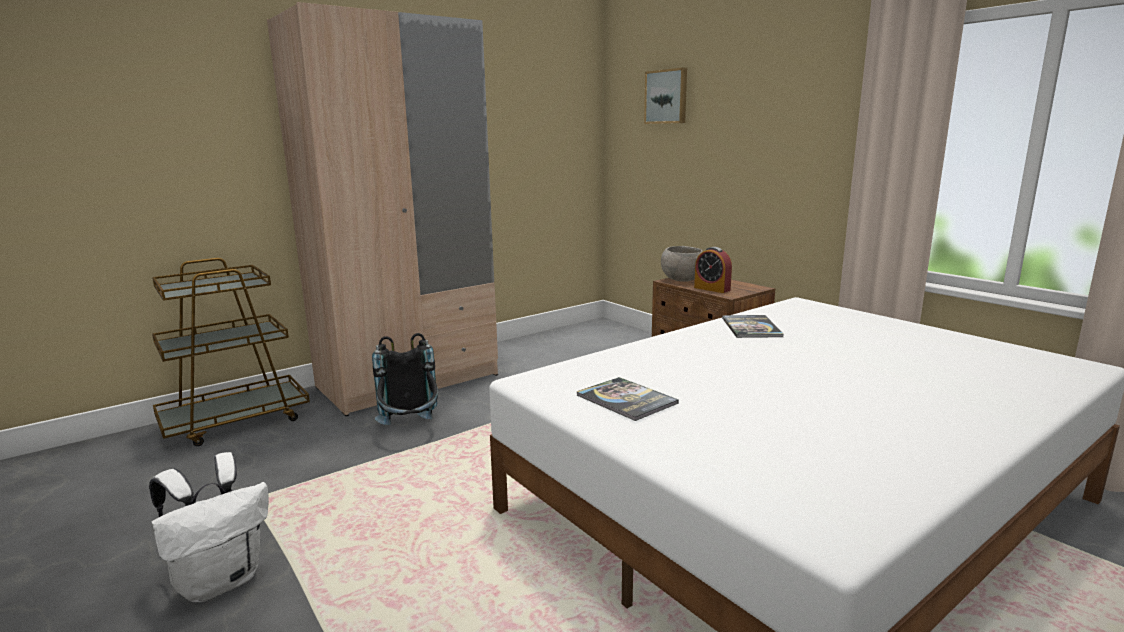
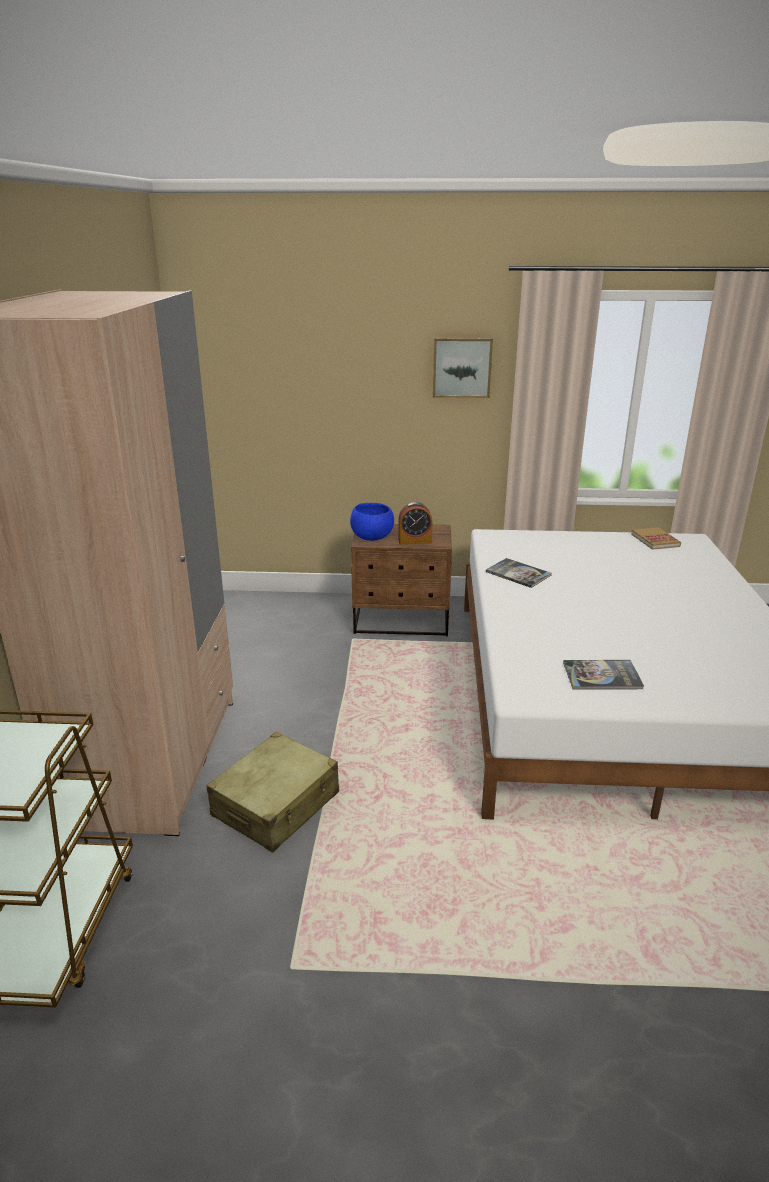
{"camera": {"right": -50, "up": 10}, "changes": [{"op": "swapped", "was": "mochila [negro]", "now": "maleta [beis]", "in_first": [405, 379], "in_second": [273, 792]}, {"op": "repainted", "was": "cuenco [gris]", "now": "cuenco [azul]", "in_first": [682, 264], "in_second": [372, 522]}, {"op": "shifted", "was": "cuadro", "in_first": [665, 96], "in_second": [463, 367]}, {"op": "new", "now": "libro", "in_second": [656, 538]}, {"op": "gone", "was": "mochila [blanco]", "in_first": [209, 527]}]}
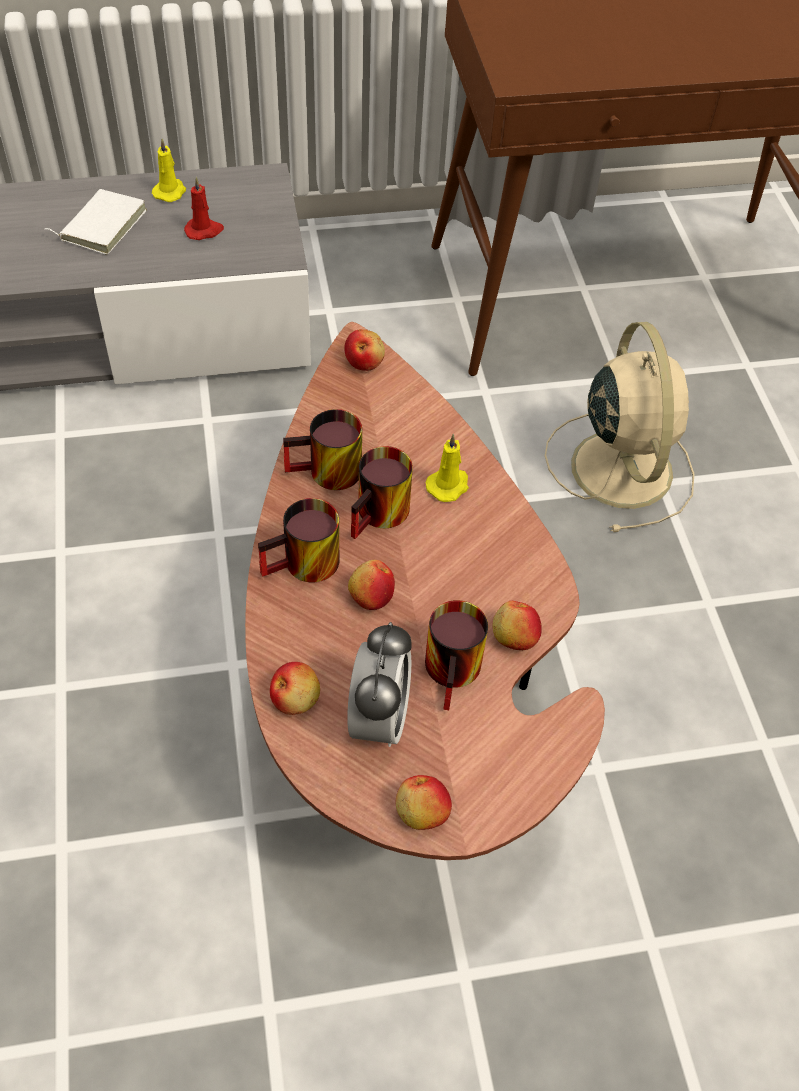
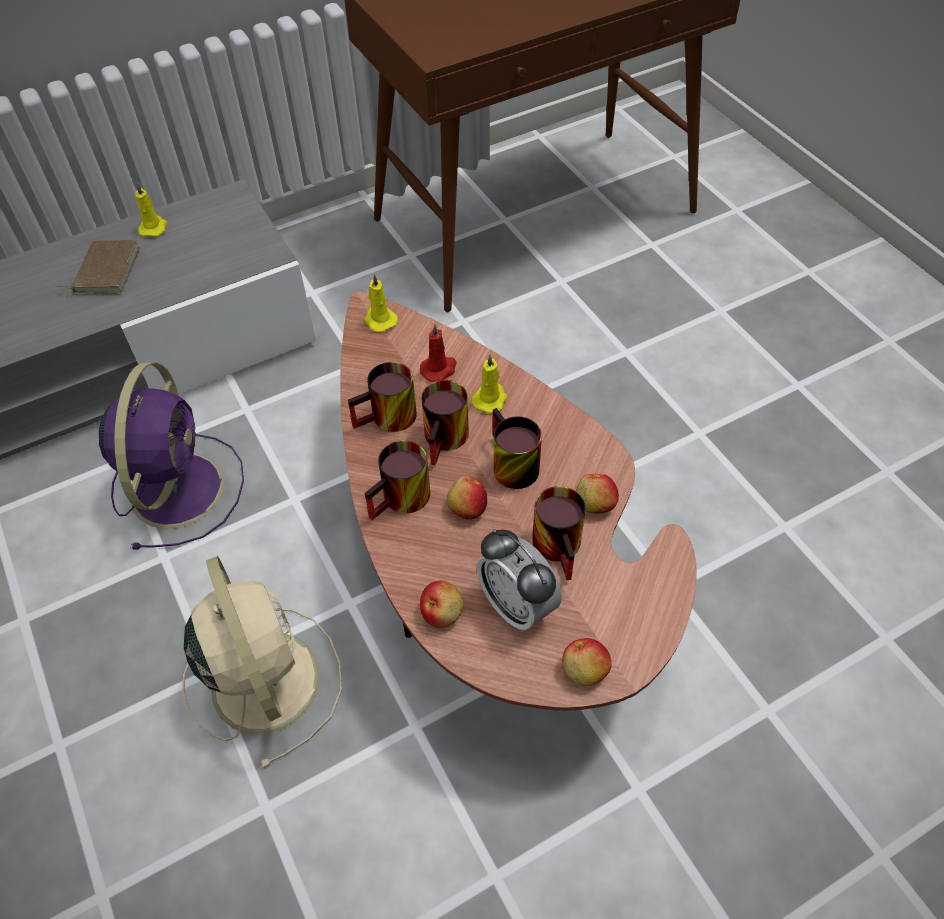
{"camera": {"right": -15, "up": 0}, "changes": [{"op": "repainted", "was": "libro [blanco]", "now": "libro [marrón]", "in_first": [96, 222], "in_second": [98, 267]}, {"op": "new", "now": "ventilador [morado]", "in_second": [171, 456]}, {"op": "shifted", "was": "ventilador [beis]", "in_first": [619, 427], "in_second": [262, 662]}, {"op": "swapped", "was": "manzana", "now": "vela [amarillo]", "in_first": [364, 350], "in_second": [381, 303]}, {"op": "shifted", "was": "vela [rojo]", "in_first": [204, 208], "in_second": [438, 353]}, {"op": "rotated", "was": "despertador", "in_first": [379, 684], "in_second": [519, 580], "clockwise": 150}, {"op": "new", "now": "taza grande", "in_second": [517, 448]}]}
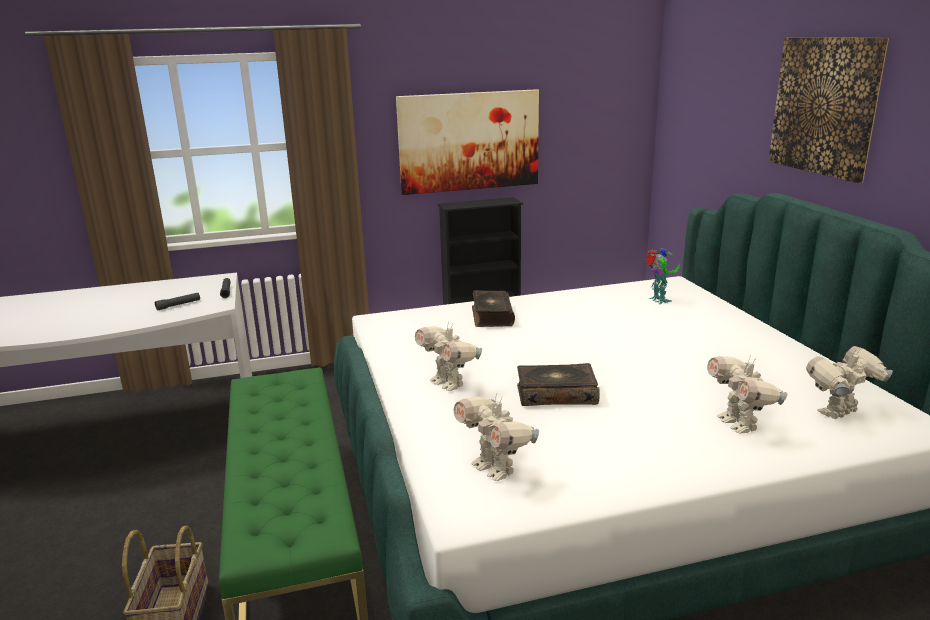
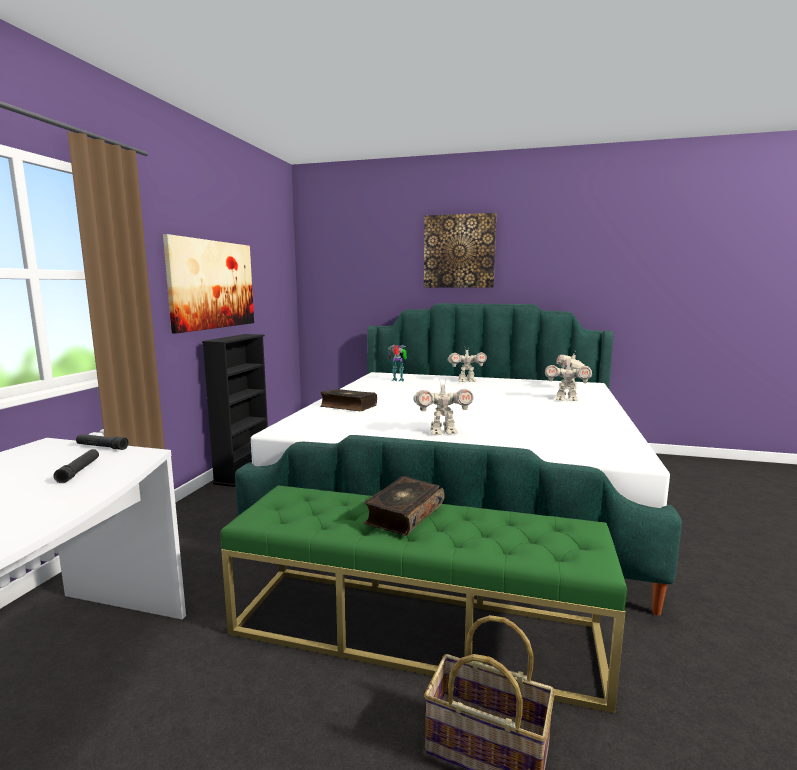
{"camera": {"right": -60, "up": -10}, "changes": [{"op": "shifted", "was": "libro", "in_first": [558, 384], "in_second": [404, 506]}, {"op": "shifted", "was": "robot de juguete", "in_first": [496, 437], "in_second": [467, 364]}]}
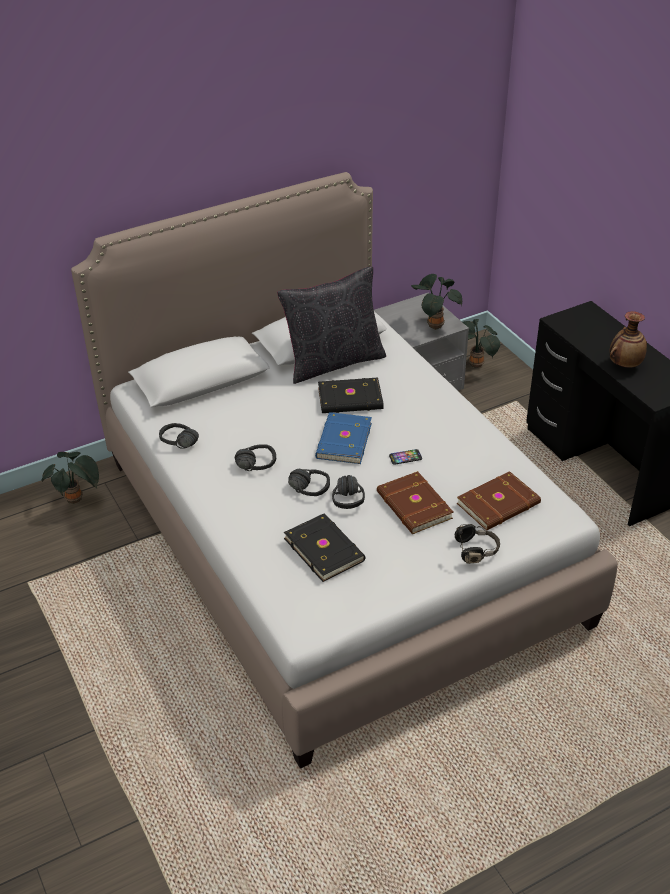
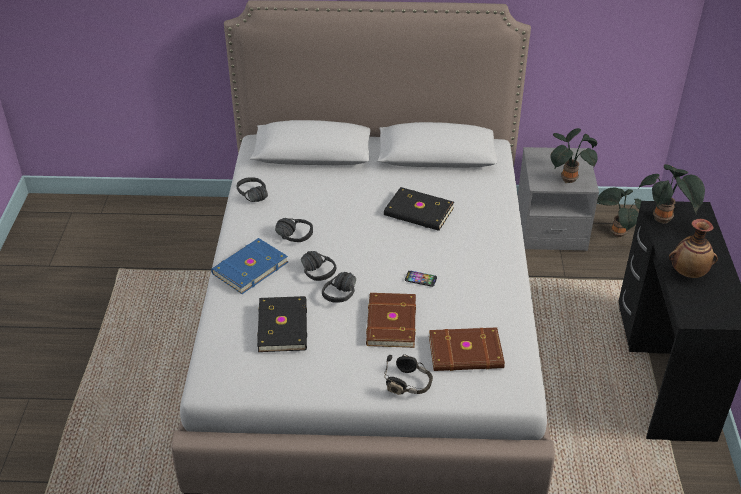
{"camera": {"right": 30, "up": 0}, "changes": [{"op": "shifted", "was": "libro [azul]", "in_first": [343, 438], "in_second": [249, 266]}, {"op": "shifted", "was": "planta en maceta", "in_first": [70, 478], "in_second": [672, 193]}, {"op": "gone", "was": "cojín [negro]", "in_first": [331, 325]}]}
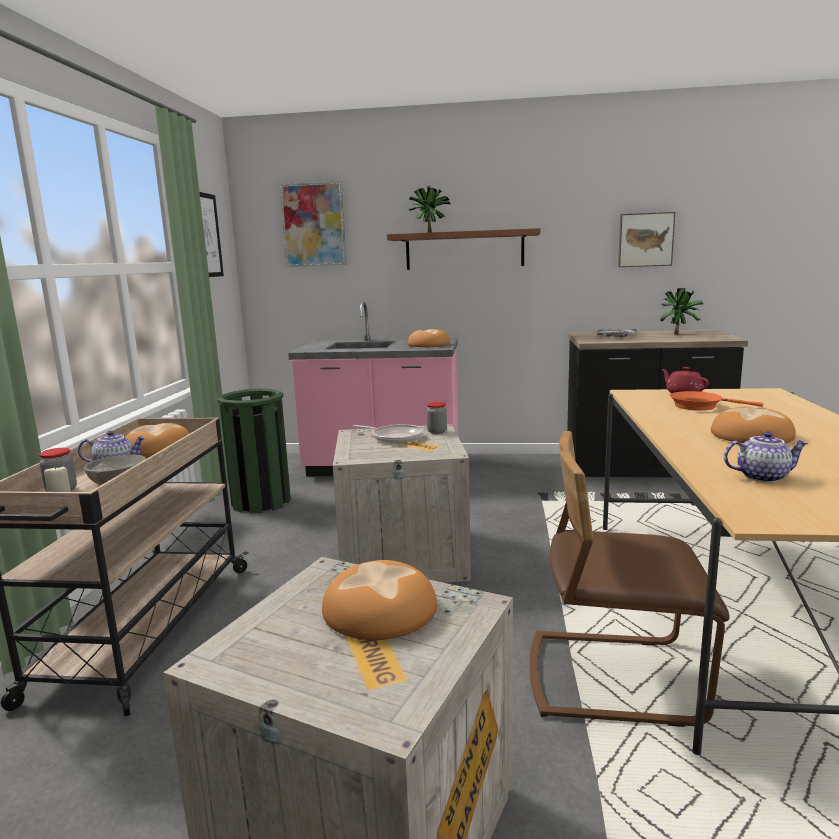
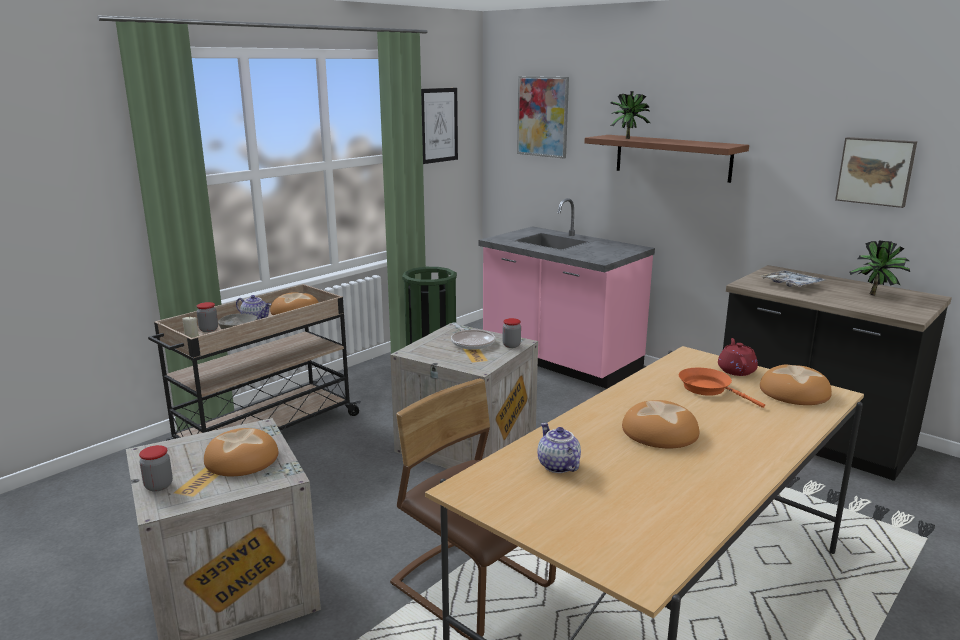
{"camera": {"right": 35, "up": 5}, "changes": [{"op": "new", "now": "tarro", "in_second": [156, 468]}, {"op": "rotated", "was": "tetera", "in_first": [766, 457], "in_second": [559, 448], "clockwise": -150}, {"op": "shifted", "was": "pan", "in_first": [429, 338], "in_second": [796, 385]}]}
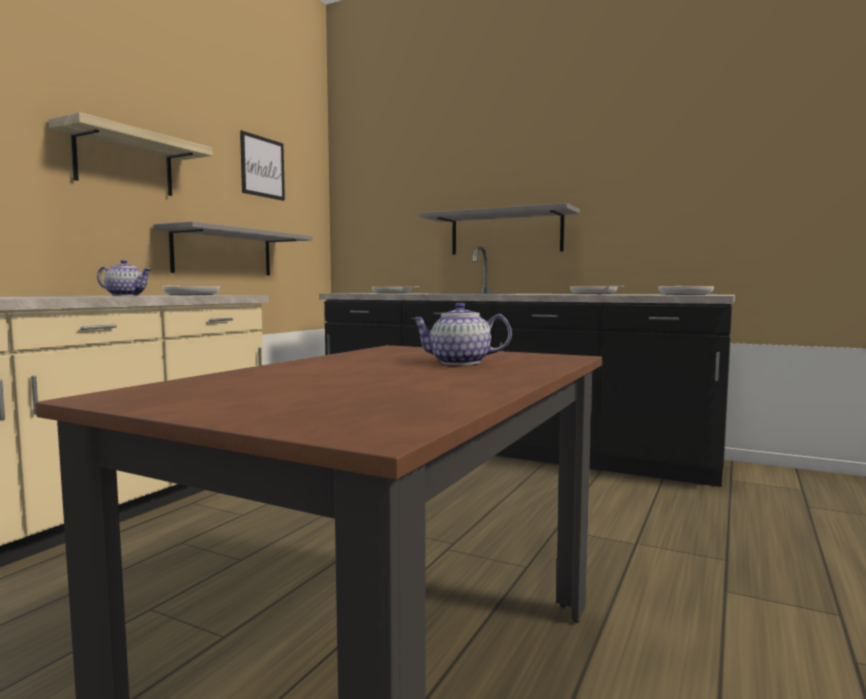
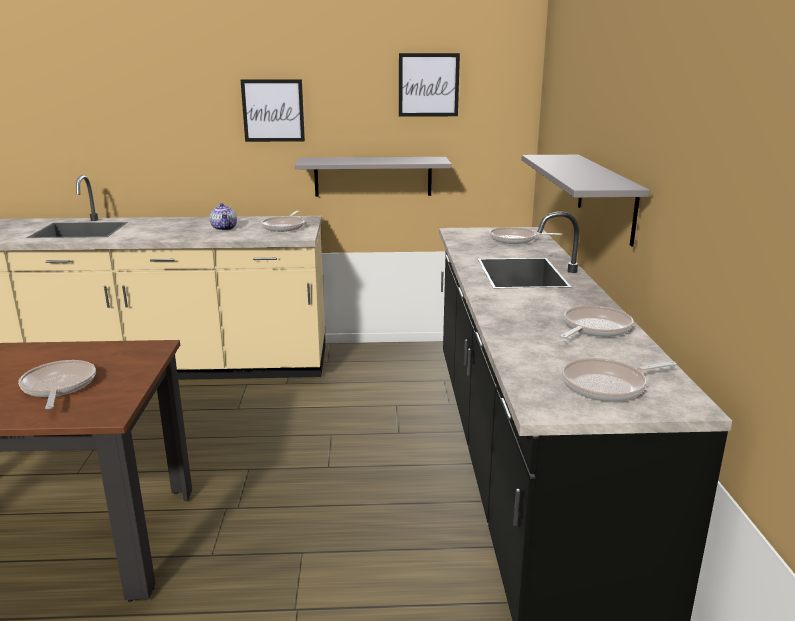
{"camera": {"right": 60, "up": 15}, "changes": [{"op": "swapped", "was": "tetera", "now": "sartén", "in_first": [461, 334], "in_second": [57, 384]}, {"op": "swapped", "was": "estante", "now": "cuadro", "in_first": [131, 154], "in_second": [273, 110]}]}
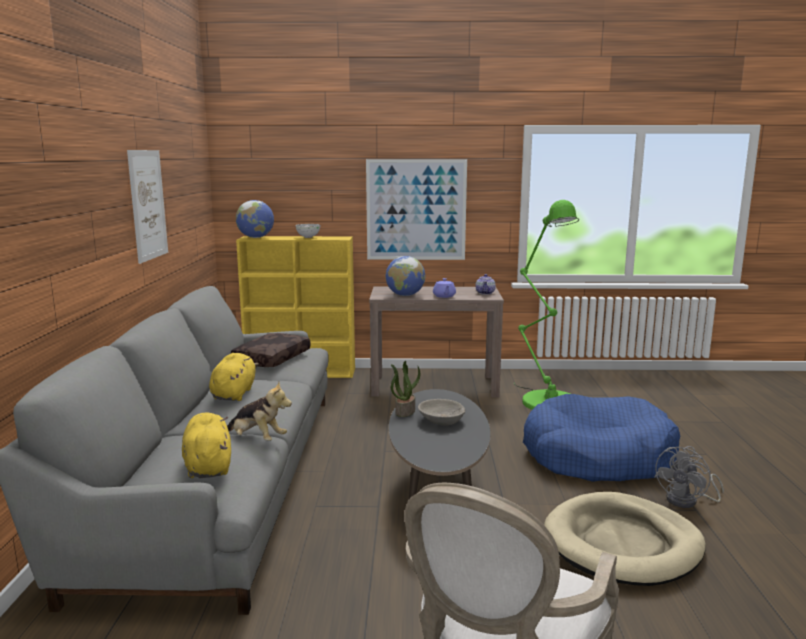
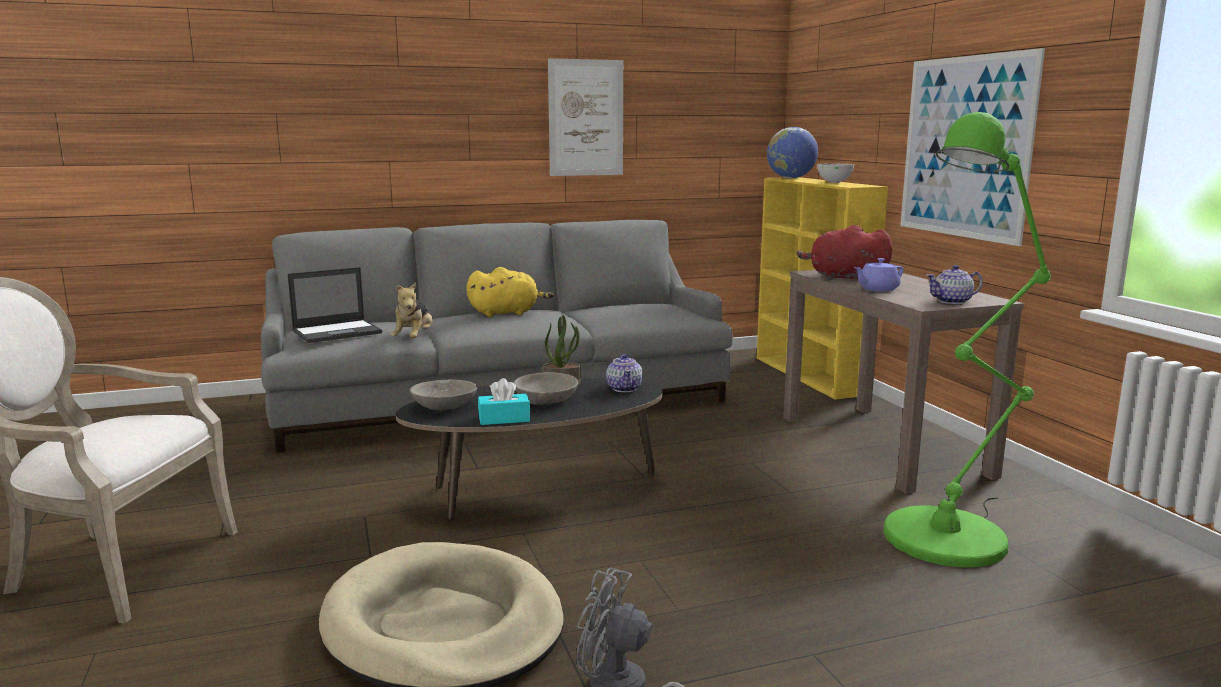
{"camera": {"right": 70, "up": 0}, "changes": [{"op": "swapped", "was": "peluche [amarillo]", "now": "portátil", "in_first": [206, 445], "in_second": [335, 305]}, {"op": "new", "now": "cuenco [gris]", "in_second": [443, 394]}, {"op": "new", "now": "caja de pañuelos [turquesa]", "in_second": [504, 401]}, {"op": "new", "now": "tetera", "in_second": [624, 373]}, {"op": "swapped", "was": "globo terráqueo", "now": "peluche [rojo]", "in_first": [405, 276], "in_second": [844, 252]}, {"op": "gone", "was": "cojín [marrón]", "in_first": [271, 350]}, {"op": "gone", "was": "cama para perro [azul]", "in_first": [601, 438]}]}
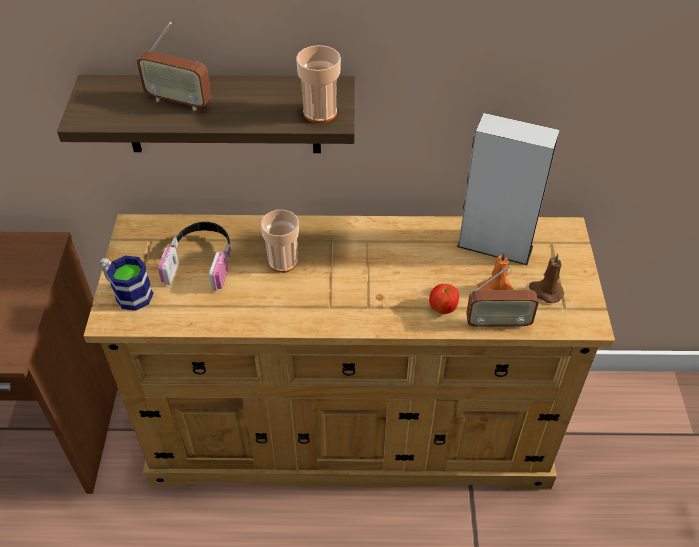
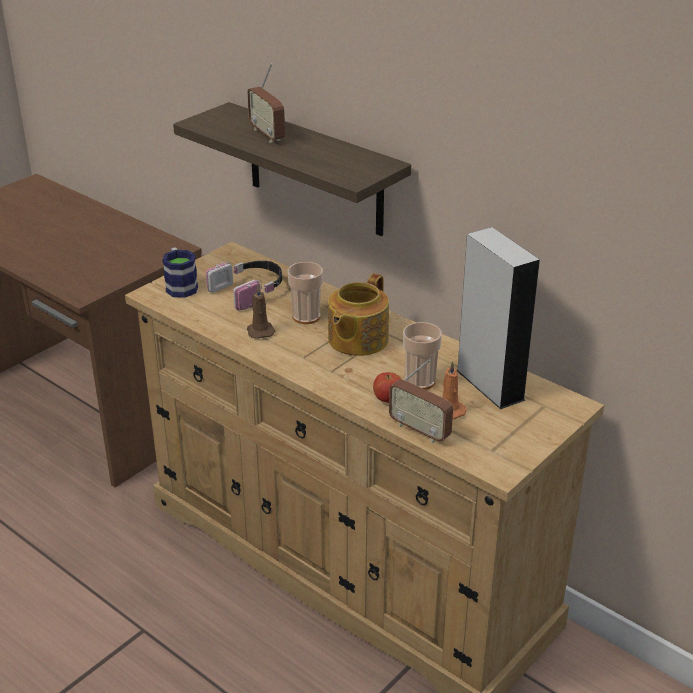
{"camera": {"right": 40, "up": -15}, "changes": [{"op": "shifted", "was": "vela [marrón]", "in_first": [546, 278], "in_second": [261, 312]}, {"op": "new", "now": "tetera", "in_second": [358, 314]}, {"op": "shifted", "was": "taza", "in_first": [318, 84], "in_second": [422, 356]}]}
